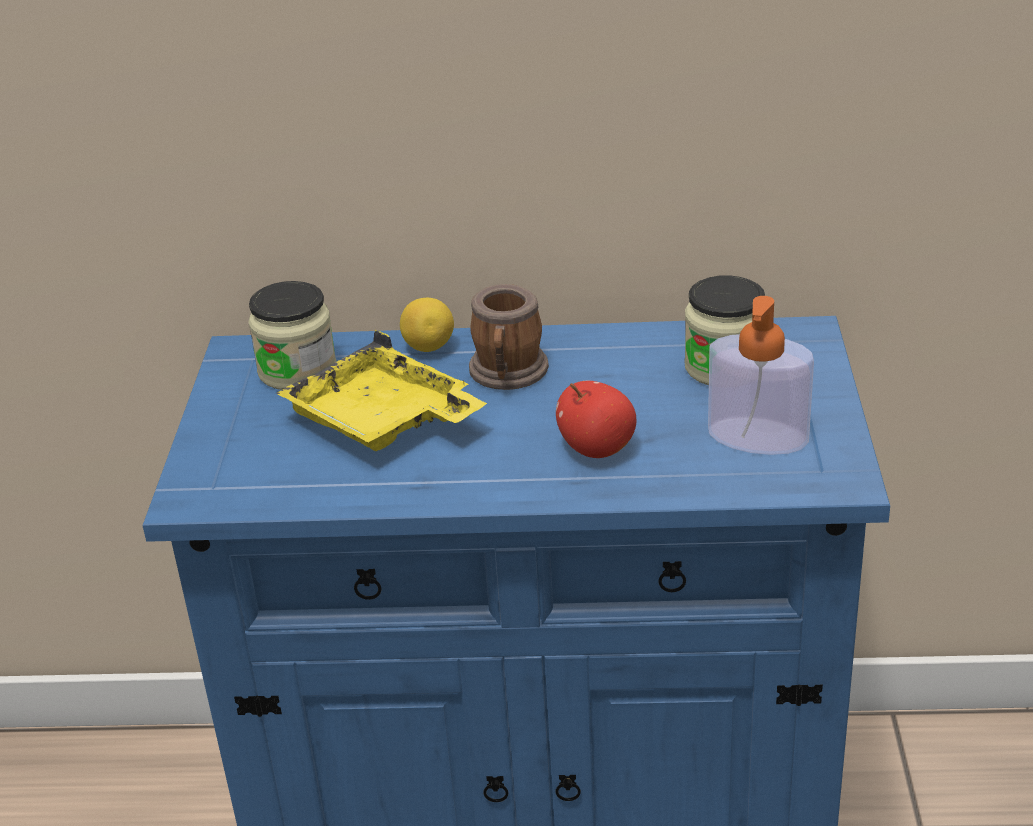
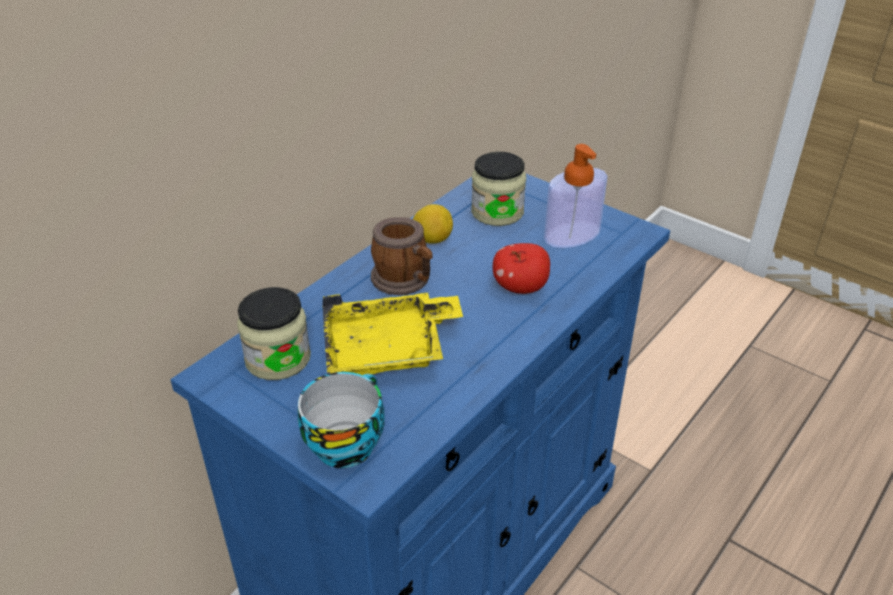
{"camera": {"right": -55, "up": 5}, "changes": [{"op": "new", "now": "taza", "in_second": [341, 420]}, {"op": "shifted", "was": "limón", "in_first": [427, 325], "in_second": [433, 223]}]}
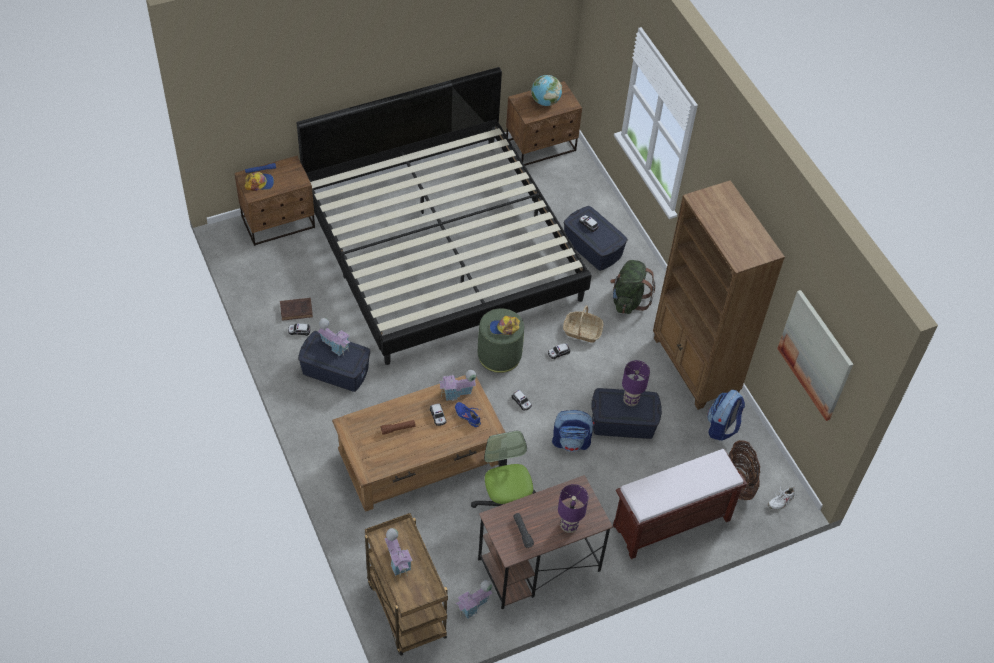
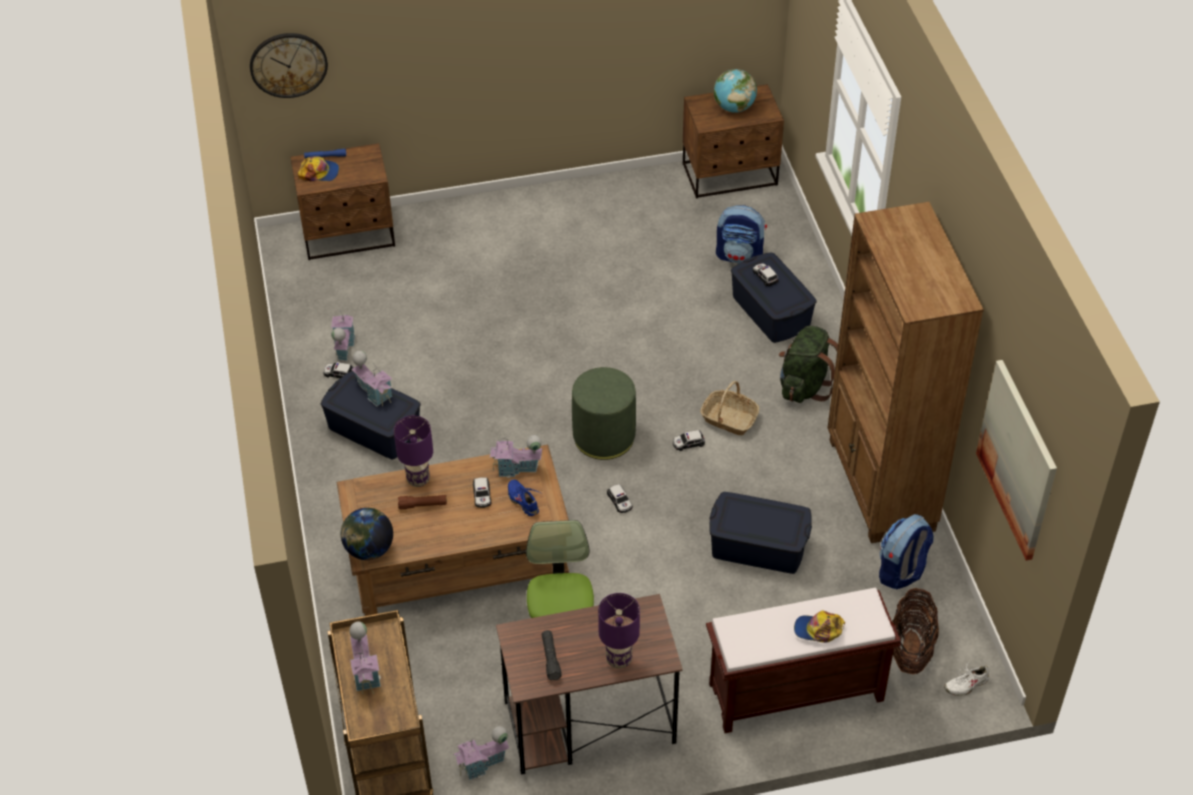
{"camera": {"right": 15, "up": -5}, "changes": [{"op": "new", "now": "reloj de pared", "in_second": [289, 65]}, {"op": "swapped", "was": "libro [marrón]", "now": "casita", "in_first": [296, 309], "in_second": [343, 334]}, {"op": "new", "now": "globo terráqueo", "in_second": [367, 534]}, {"op": "shifted", "was": "lámpara de mesa [morado]", "in_first": [636, 383], "in_second": [413, 451]}, {"op": "shifted", "was": "mochila", "in_first": [573, 431], "in_second": [741, 234]}, {"op": "shifted", "was": "gorra", "in_first": [505, 325], "in_second": [819, 626]}, {"op": "gone", "was": "cama", "in_first": [444, 216]}]}
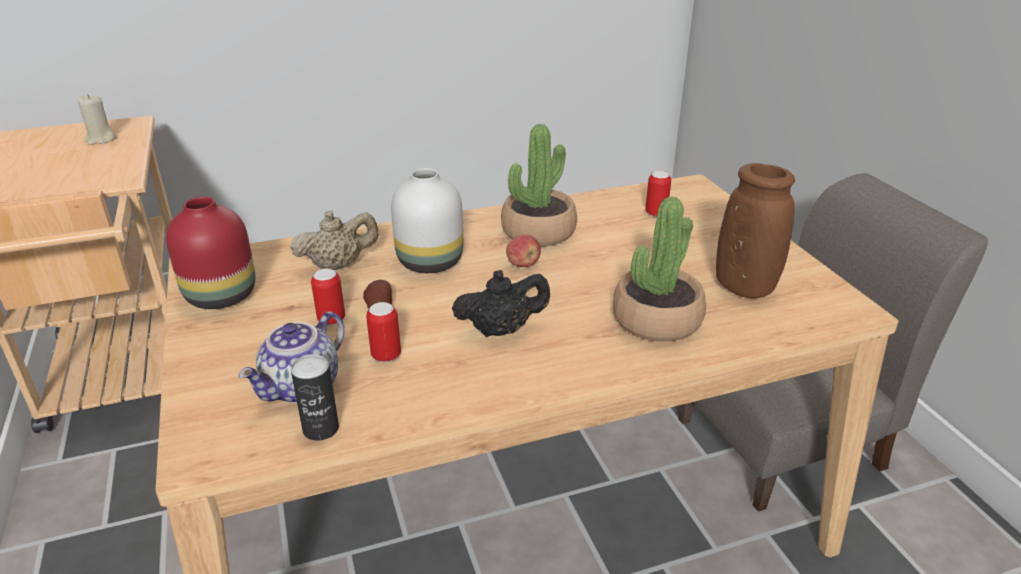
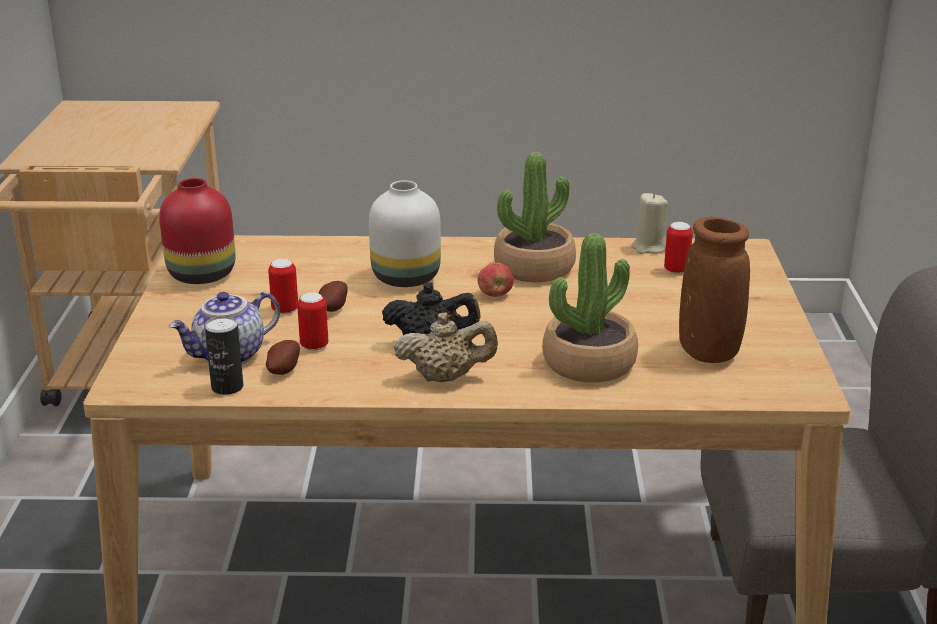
{"camera": {"right": 20, "up": -5}, "changes": [{"op": "new", "now": "patata", "in_second": [283, 357]}, {"op": "shifted", "was": "tetera [beis]", "in_first": [334, 240], "in_second": [446, 347]}, {"op": "shifted", "was": "vela [beis]", "in_first": [97, 119], "in_second": [650, 223]}]}
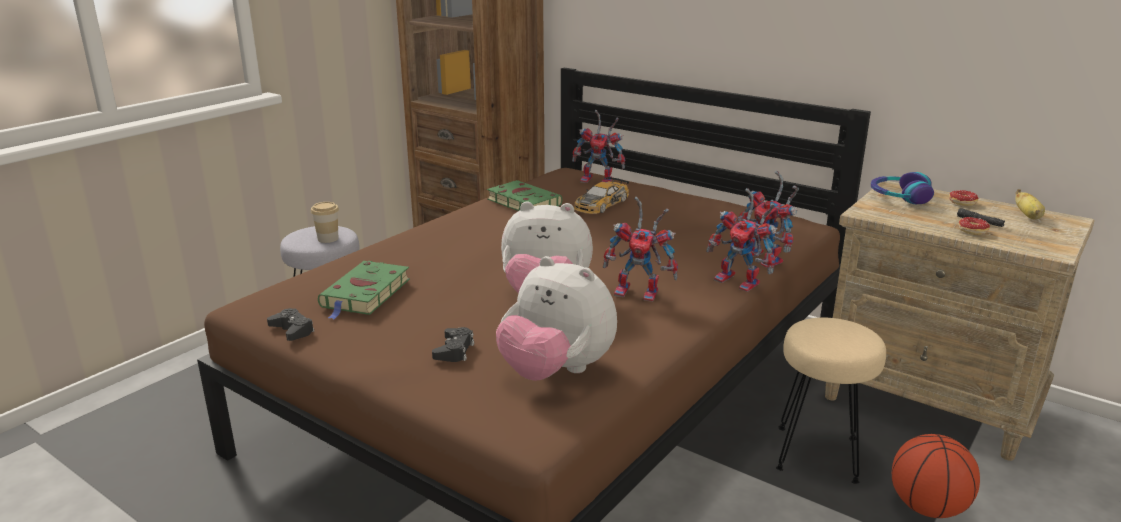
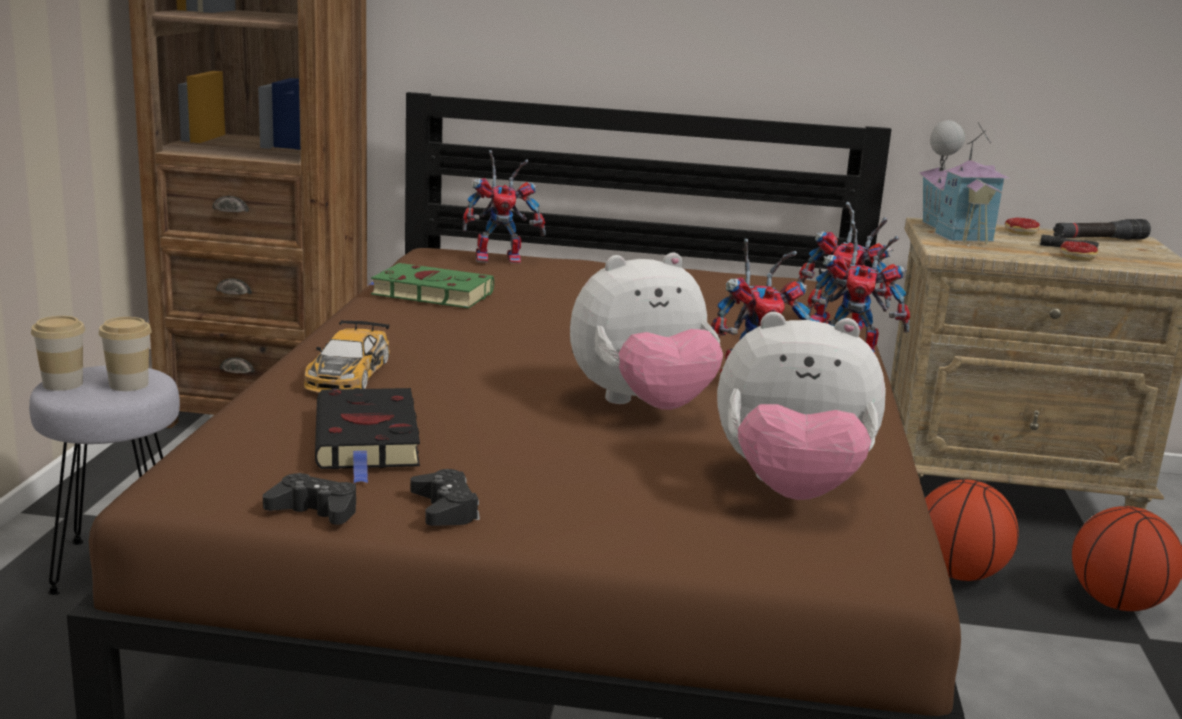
{"camera": {"right": -30, "up": -5}, "changes": [{"op": "new", "now": "taza", "in_second": [58, 353]}, {"op": "shifted", "was": "coche de juguete", "in_first": [601, 195], "in_second": [347, 356]}, {"op": "repainted", "was": "libro [verde]", "now": "libro [negro]", "in_first": [364, 290], "in_second": [367, 435]}, {"op": "shifted", "was": "mando de consola [negro]", "in_first": [453, 344], "in_second": [445, 497]}, {"op": "swapped", "was": "auriculares", "now": "casita", "in_first": [902, 188], "in_second": [965, 182]}, {"op": "swapped", "was": "taburete [beis]", "now": "balón de baloncesto", "in_first": [831, 400], "in_second": [972, 530]}, {"op": "swapped", "was": "plátano", "now": "linterna [negro]", "in_first": [1030, 204], "in_second": [1102, 229]}]}
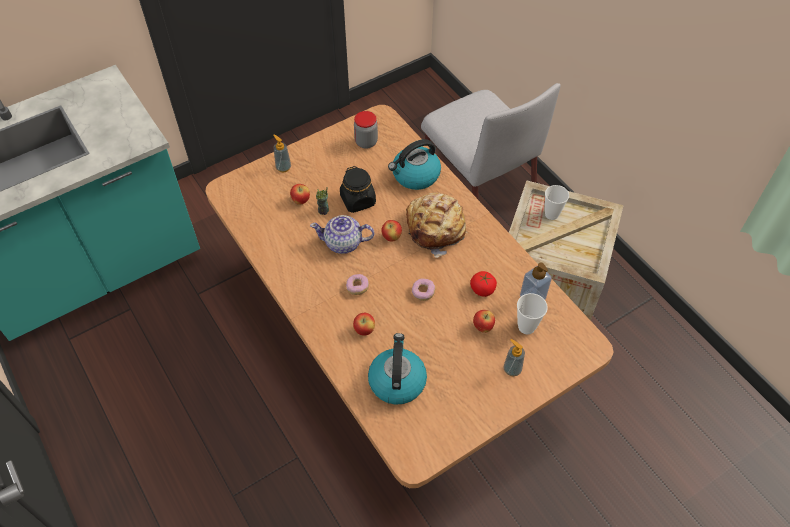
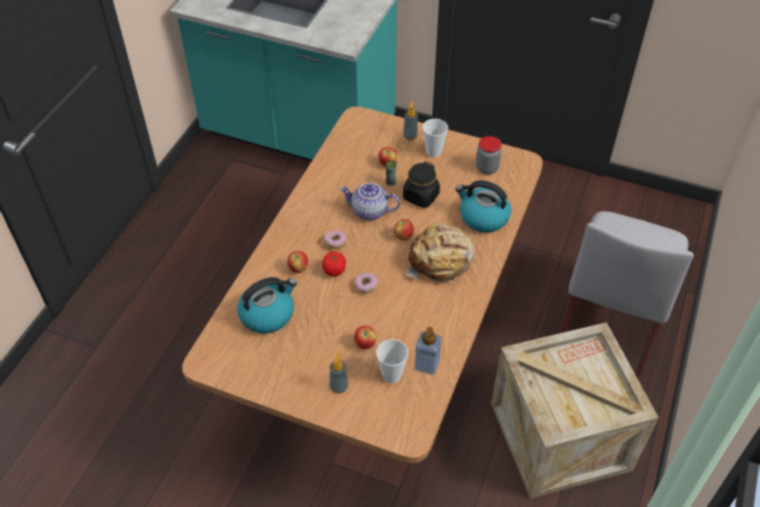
{"camera": {"right": 55, "up": -5}, "changes": [{"op": "shifted", "was": "tomate", "in_first": [483, 284], "in_second": [334, 264]}, {"op": "rotated", "was": "tetera", "in_first": [342, 234], "in_second": [370, 201], "clockwise": -45}, {"op": "shifted", "was": "taza", "in_first": [557, 202], "in_second": [435, 138]}]}
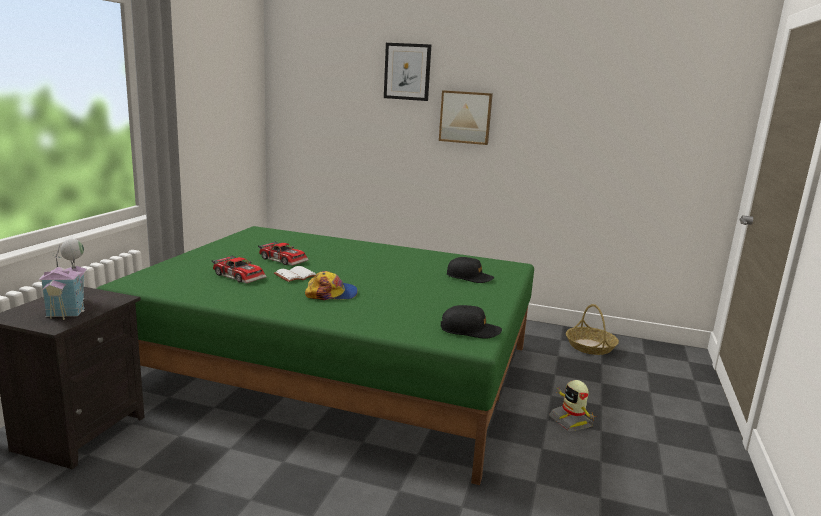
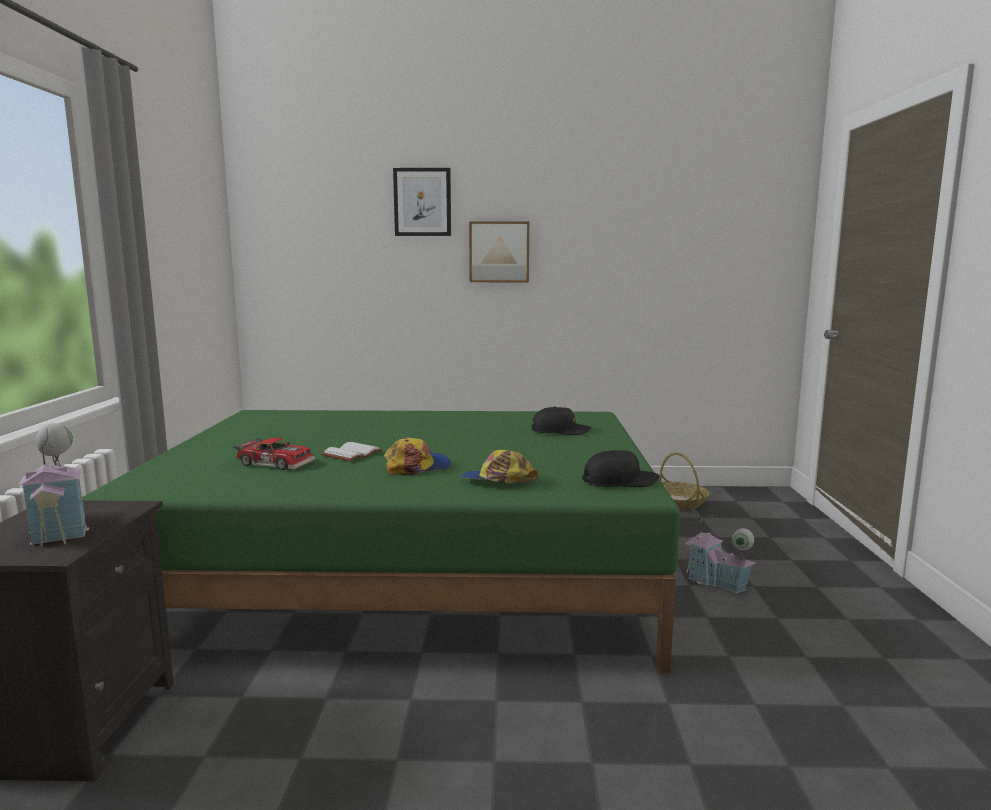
{"camera": {"right": -15, "up": -5}, "changes": [{"op": "new", "now": "gorra", "in_second": [499, 466]}, {"op": "swapped", "was": "robot de juguete", "now": "casita", "in_first": [572, 406], "in_second": [720, 555]}, {"op": "gone", "was": "coche de juguete", "in_first": [283, 253]}]}
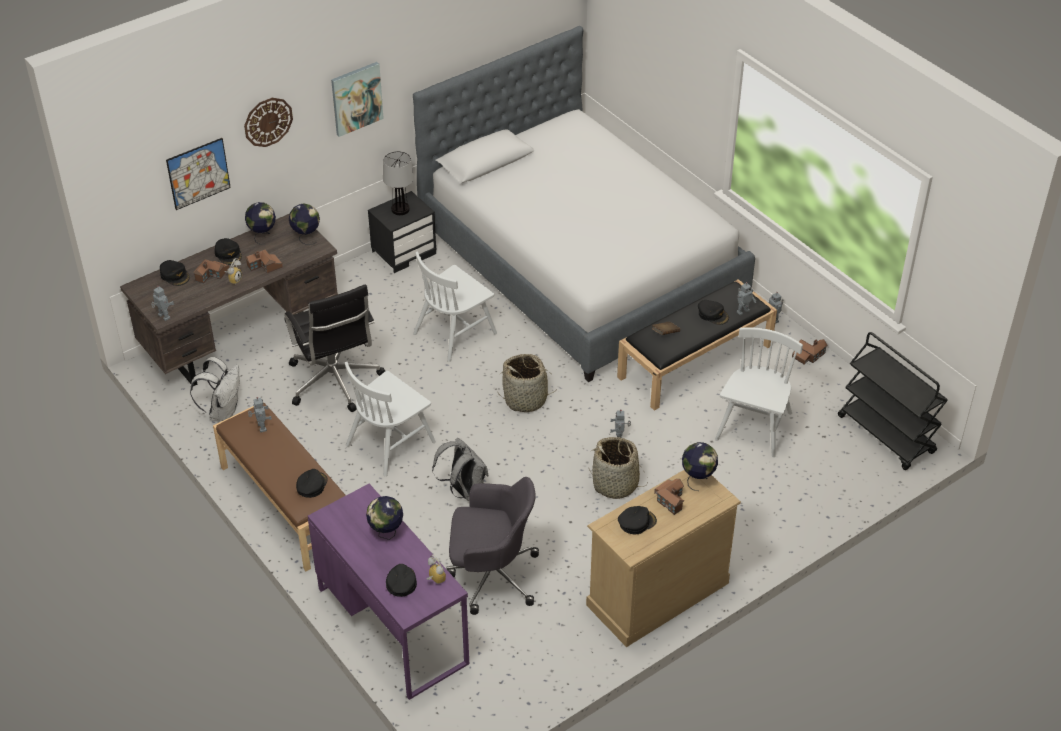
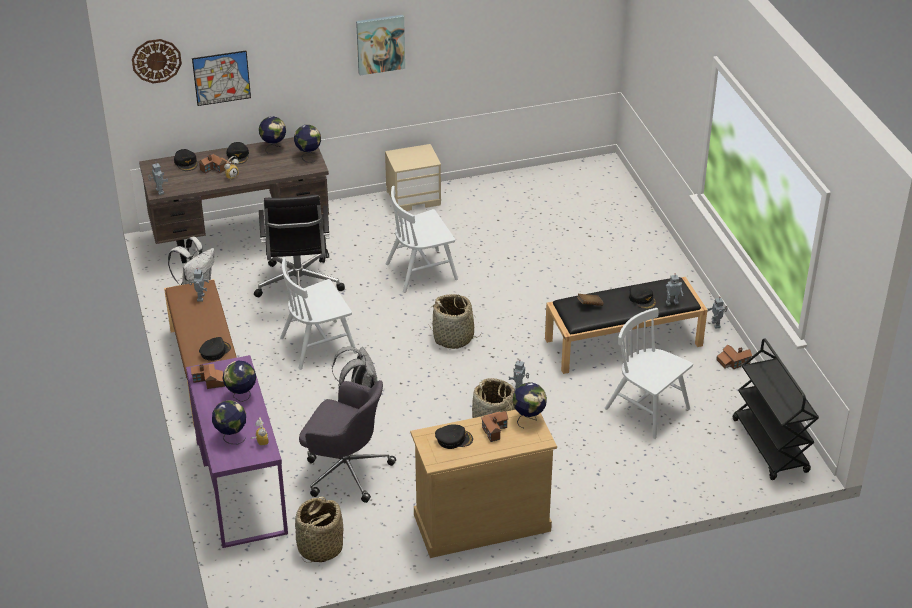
{"camera": {"right": 20, "up": -5}, "changes": [{"op": "shifted", "was": "reloj de pared", "in_first": [268, 122], "in_second": [157, 61]}, {"op": "shifted", "was": "casita", "in_first": [264, 262], "in_second": [207, 376]}, {"op": "swapped", "was": "gorra [negro]", "now": "globo terráqueo", "in_first": [401, 580], "in_second": [229, 422]}, {"op": "new", "now": "cesta", "in_second": [319, 529]}, {"op": "repainted", "was": "mesita de noche [negro]", "now": "mesita de noche [beis]", "in_first": [402, 232], "in_second": [413, 177]}, {"op": "rotated", "was": "silla [blanco]", "in_first": [759, 392], "in_second": [649, 373], "clockwise": -90}, {"op": "gone", "was": "lámpara de mesa", "in_first": [398, 183]}, {"op": "gone", "was": "cama", "in_first": [584, 204]}]}
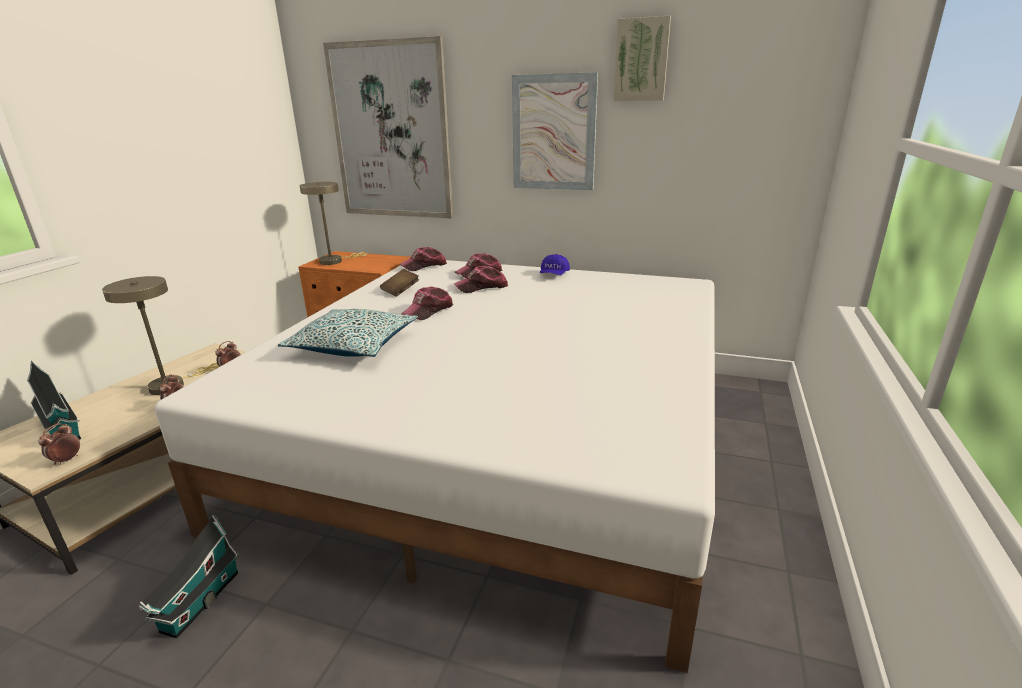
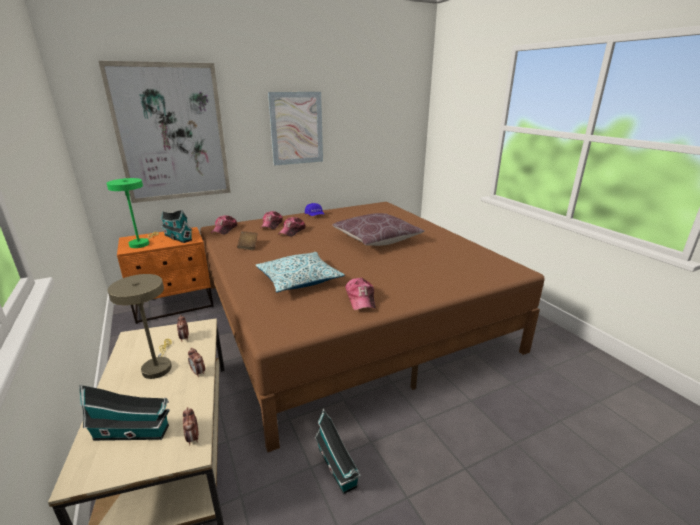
{"camera": {"right": -45, "up": 0}, "changes": [{"op": "repainted", "was": "lámpara de mesa [beis]", "now": "lámpara de mesa [verde]", "in_first": [333, 223], "in_second": [132, 213]}, {"op": "new", "now": "casita", "in_second": [176, 226]}, {"op": "repainted", "was": "cama [blanco]", "now": "cama [marrón]", "in_first": [435, 466], "in_second": [372, 327]}, {"op": "new", "now": "cojín [marrón]", "in_second": [378, 229]}, {"op": "shifted", "was": "gorra", "in_first": [427, 303], "in_second": [360, 294]}, {"op": "gone", "was": "cuadro", "in_first": [642, 58]}]}
